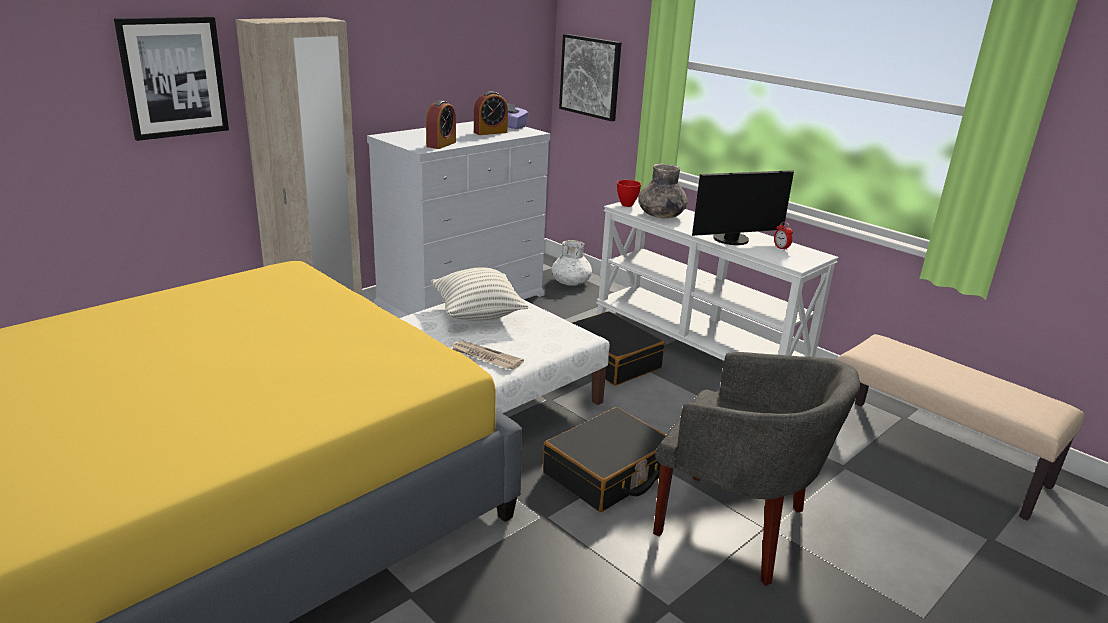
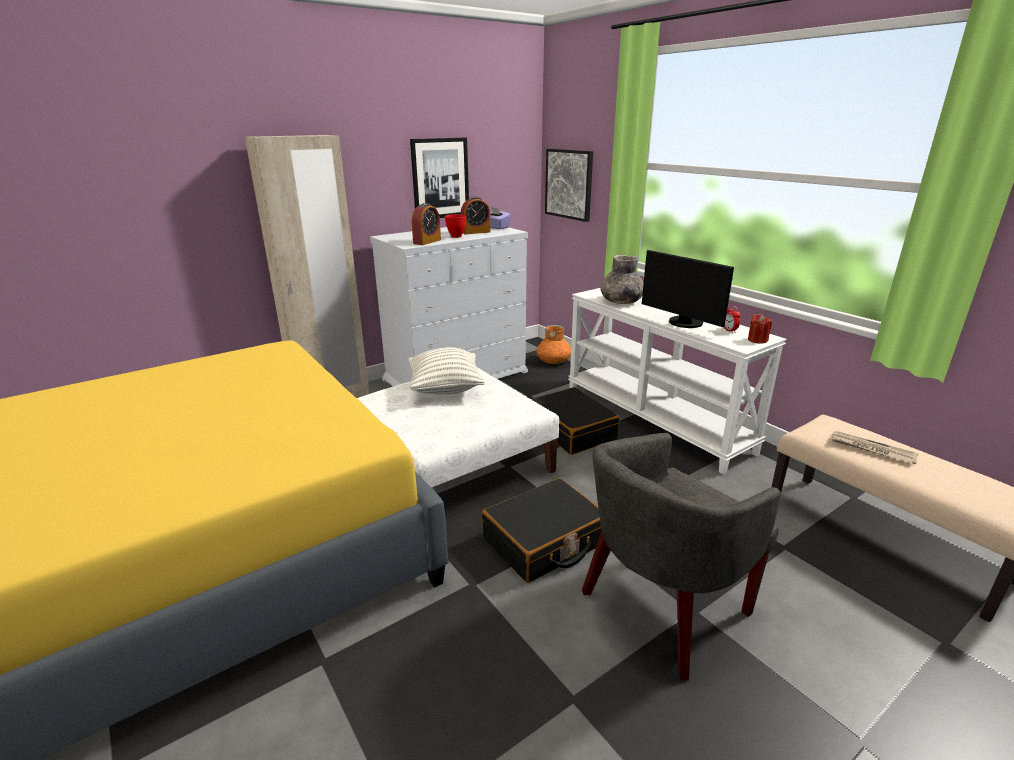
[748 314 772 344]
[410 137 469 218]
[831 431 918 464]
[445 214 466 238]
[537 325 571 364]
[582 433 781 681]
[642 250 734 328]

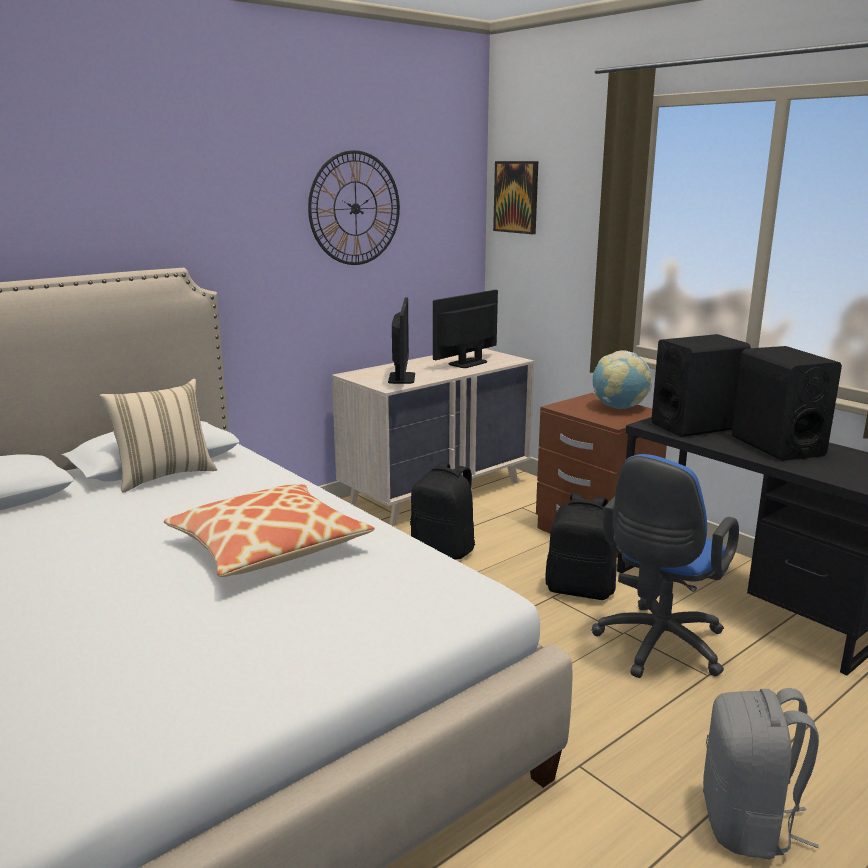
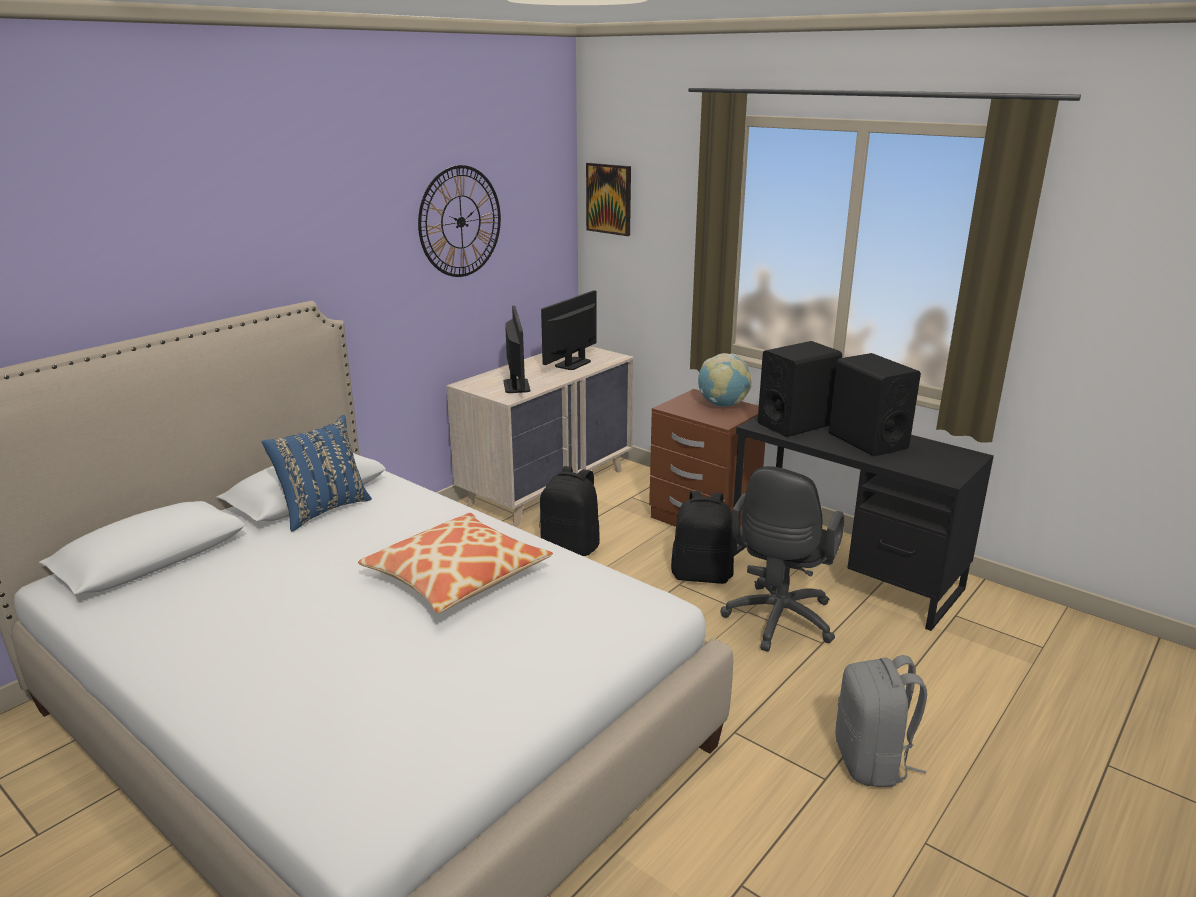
[261 415 372 531]
[721 466 844 652]

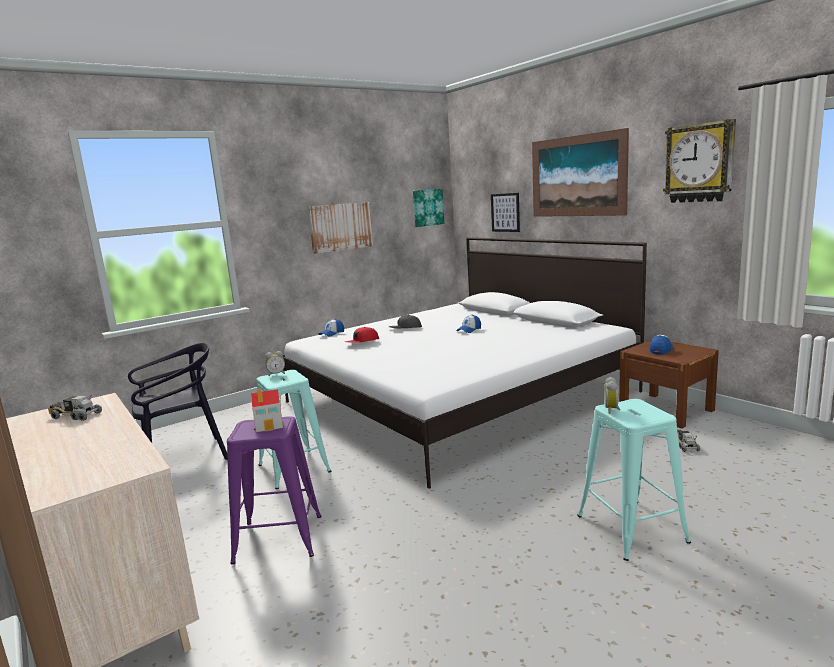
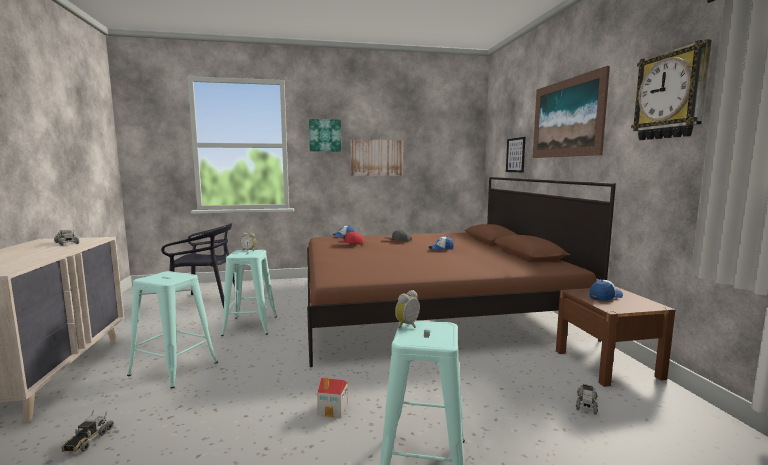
[61 410 114 453]
[317 377 348 417]
[309 119 341 152]
[127 271 218 388]
[307 177 616 367]

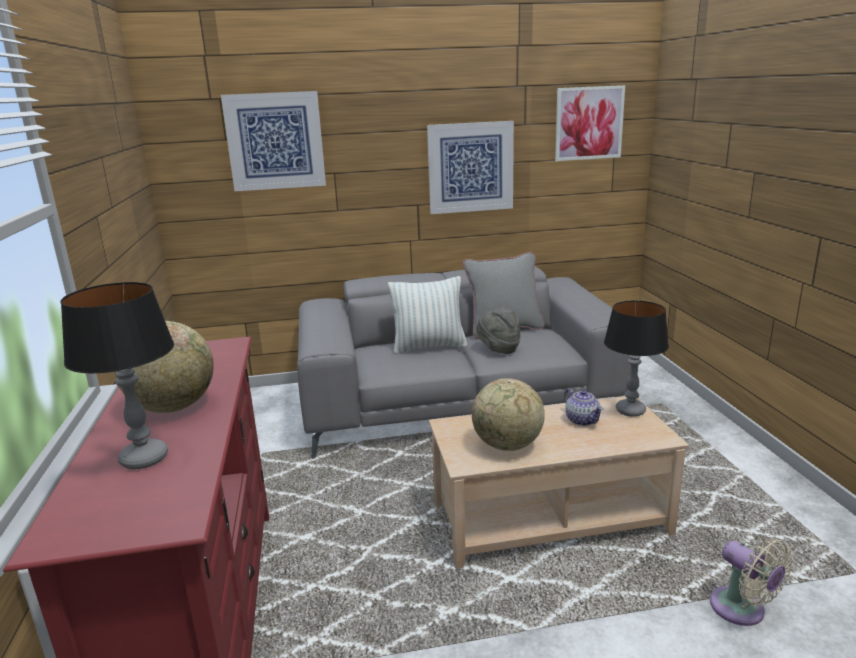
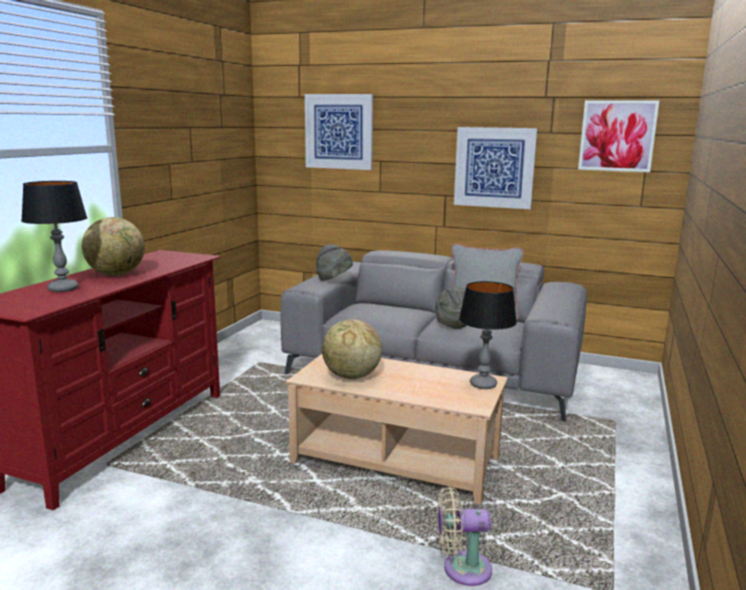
[388 276 468 354] (first image)
[564 388 603 426] (first image)
[316 244 353 281]
[437 487 492 586]

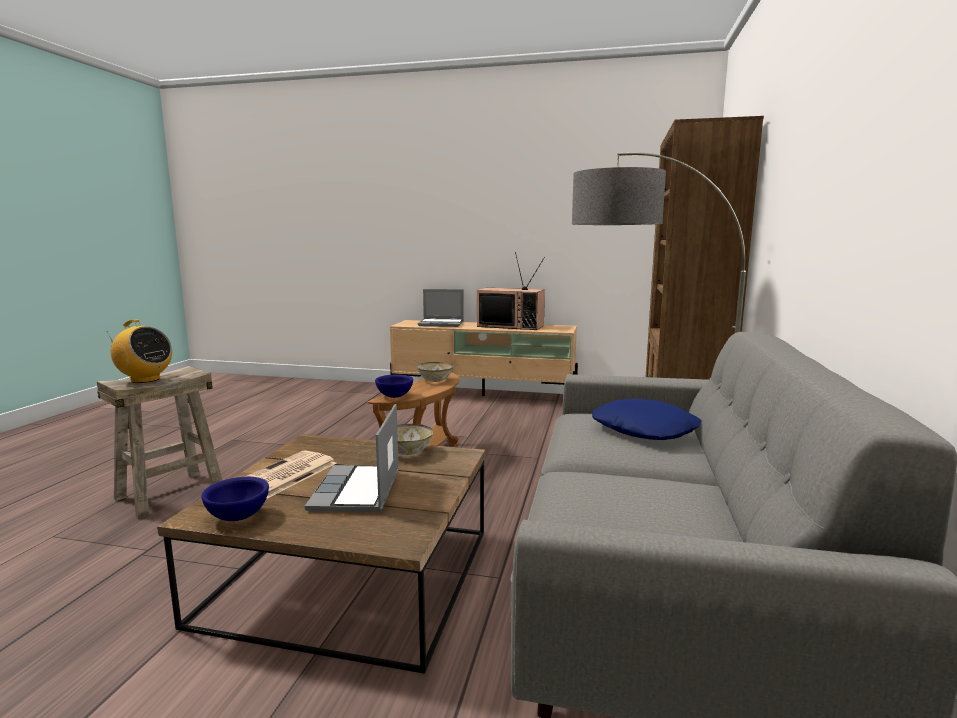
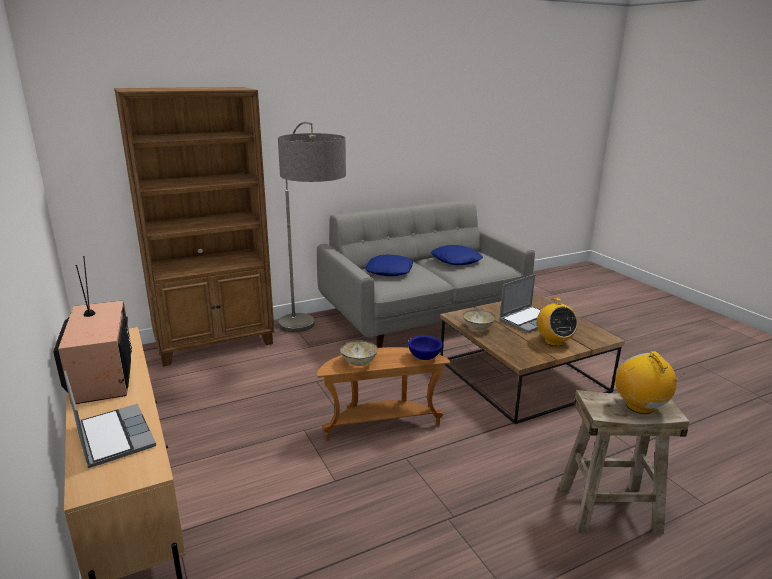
[201 477 269 521] (first image)
[431 245 483 265]
[537 298 578 346]

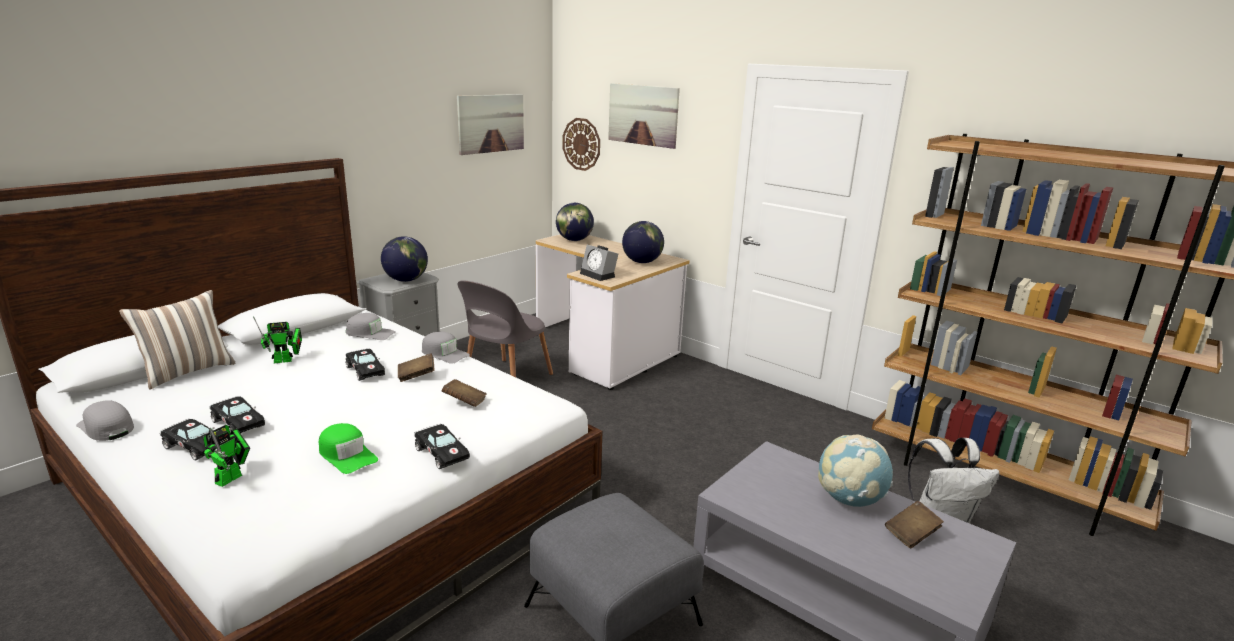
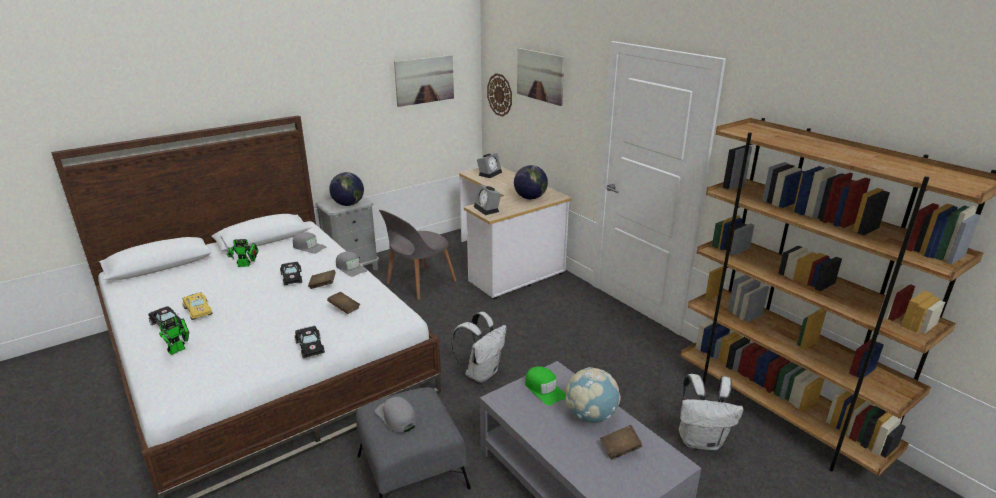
[119 290 235 390] (first image)
[451 312 507 383]
[375 397 417 433]
[525 366 566 405]
[477 153 502 178]
[182 292 212 320]

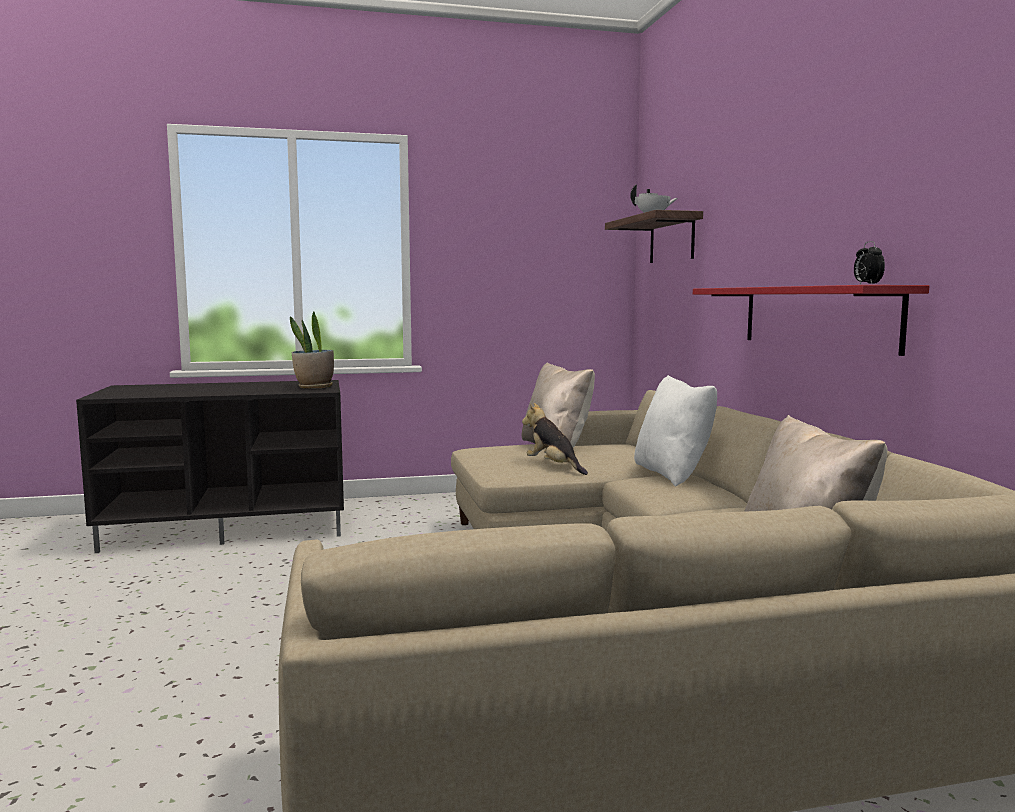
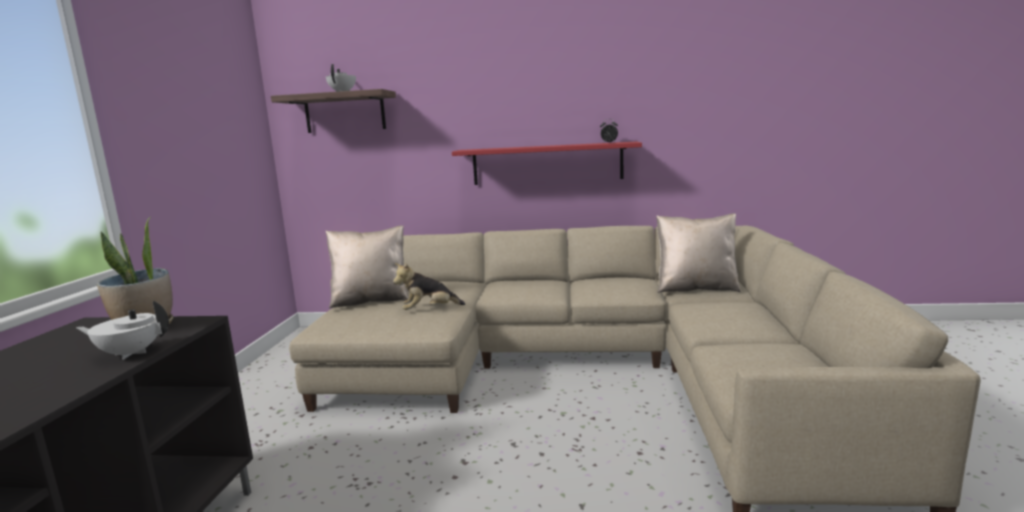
[634 375 717 487] (first image)
[76 301 169 360]

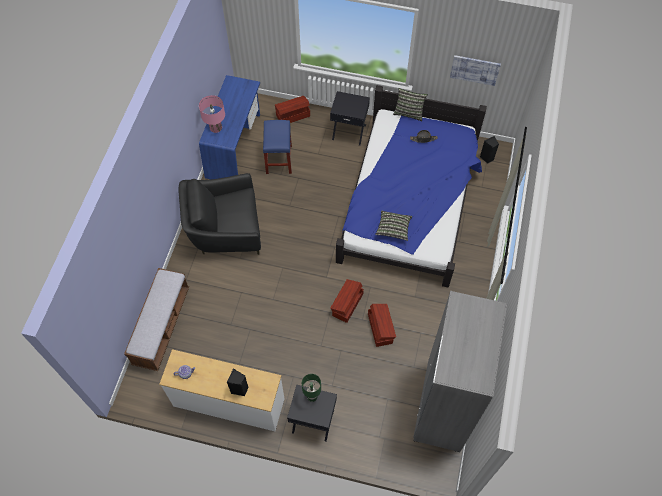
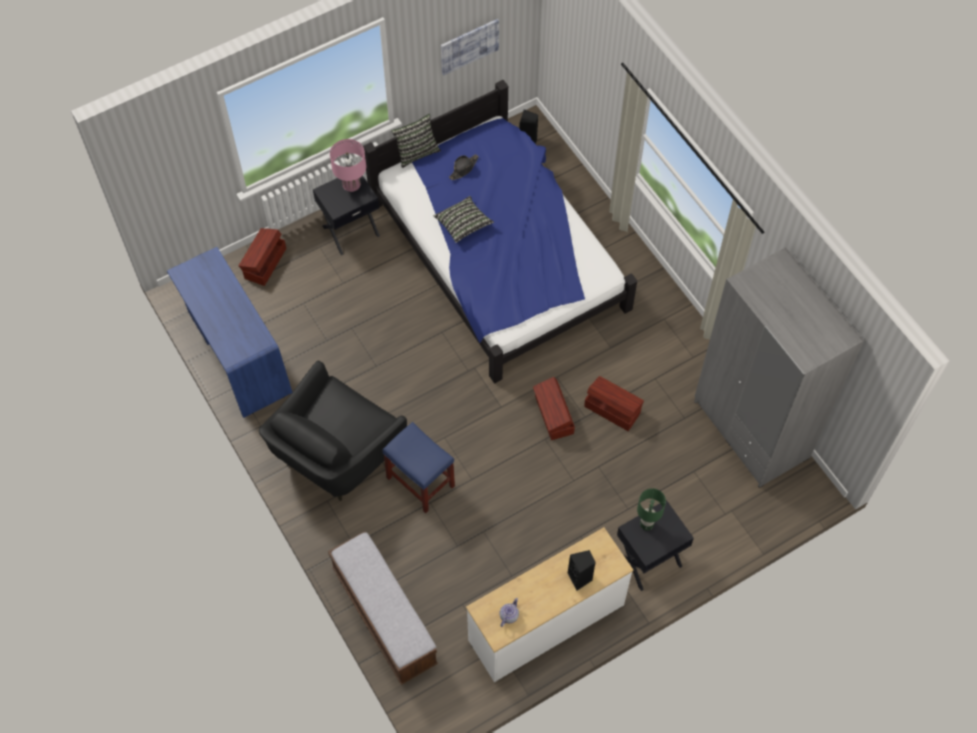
[330 139 366 192]
[383 422 455 513]
[434 196 494 243]

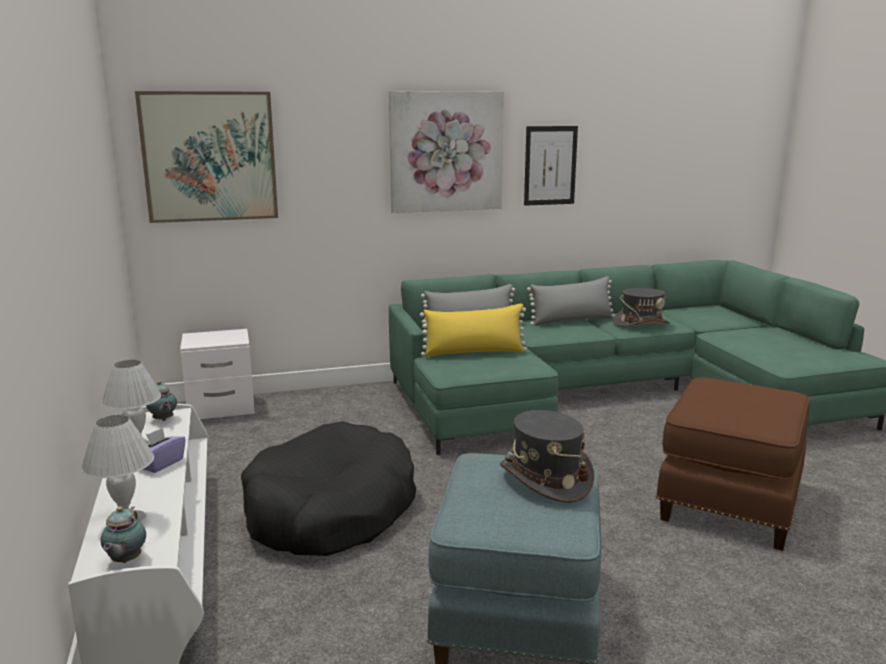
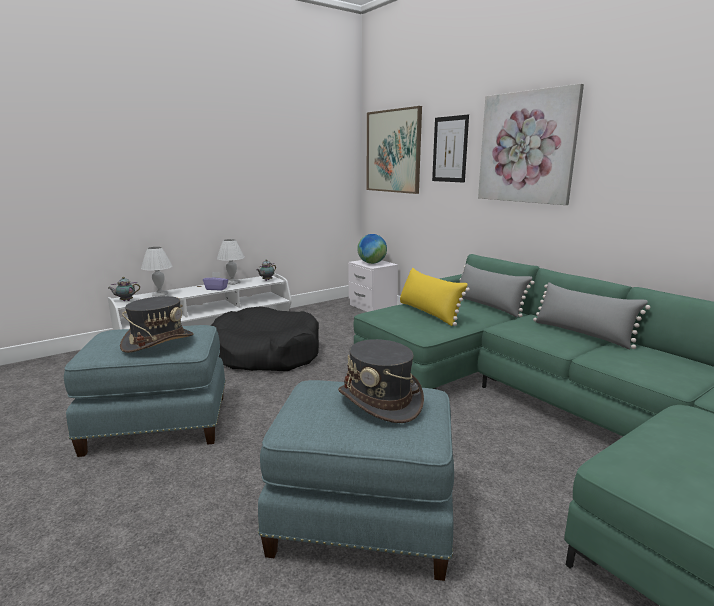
[357 234 387 264]
[432 114 469 183]
[338 339 424 423]
[258 380 454 581]

